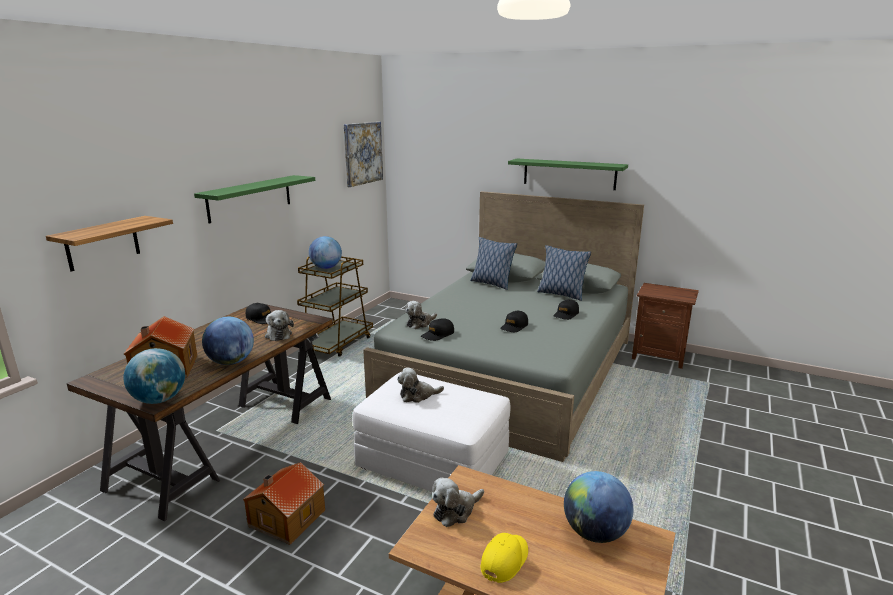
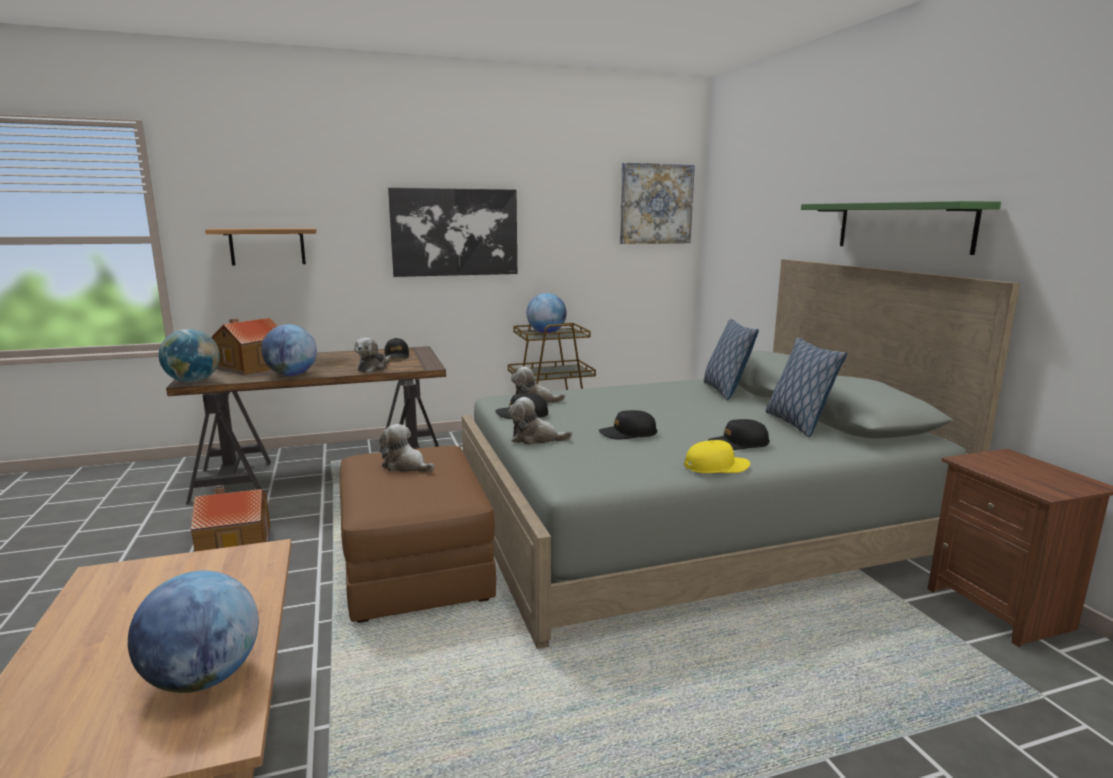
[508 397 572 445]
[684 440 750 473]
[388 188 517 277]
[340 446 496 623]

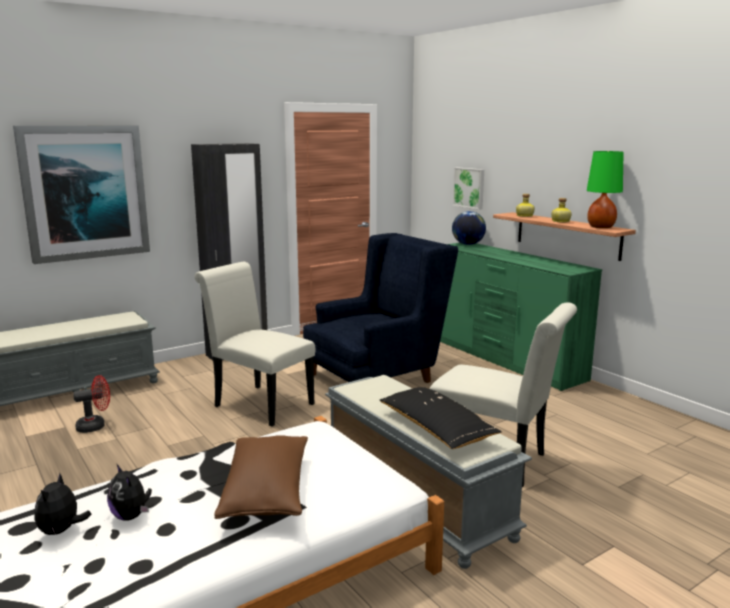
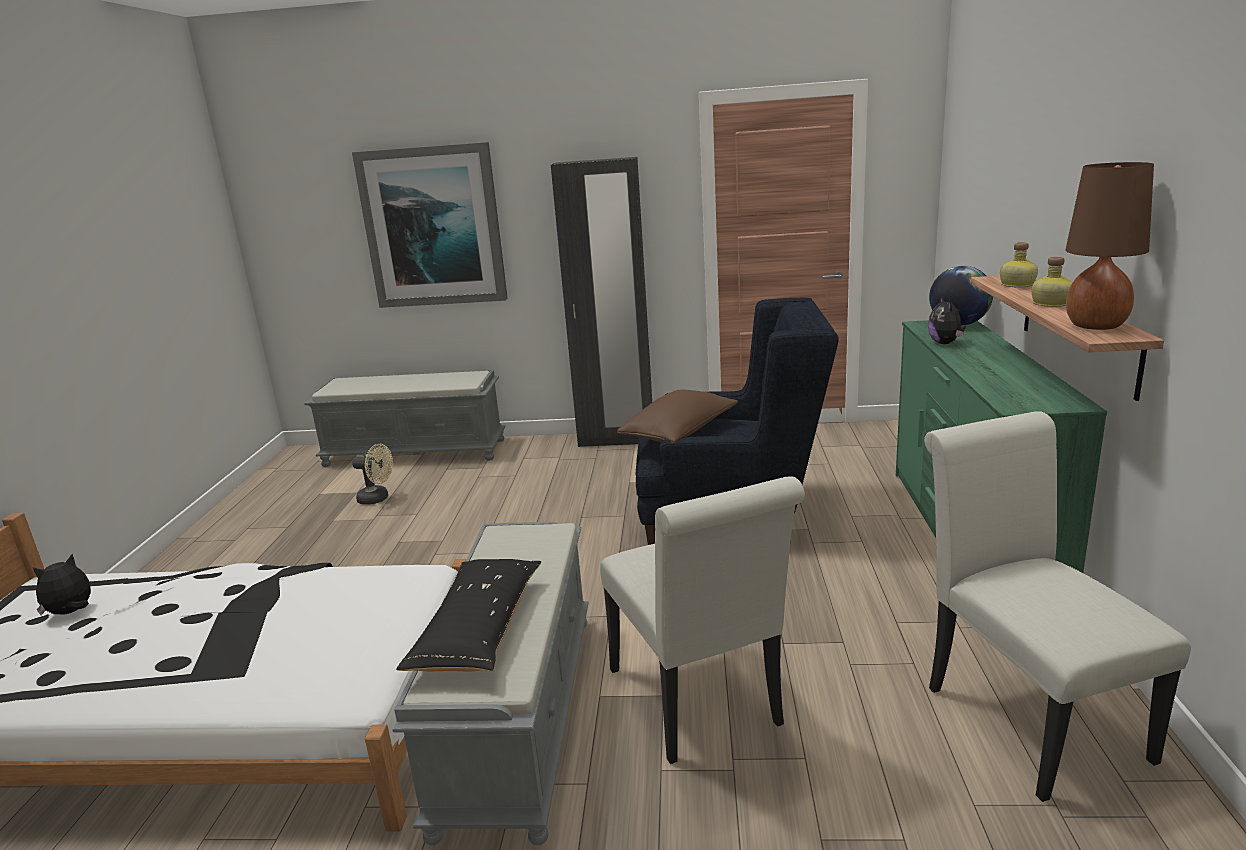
[453 167 484 210] (first image)
[928 296 966 344]
[924 411 1191 802]
[617 390 738 443]
[352 444 393 505]
[1065 162 1154 330]

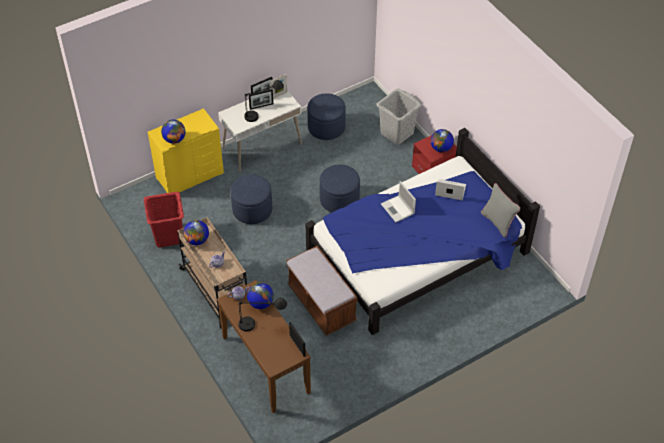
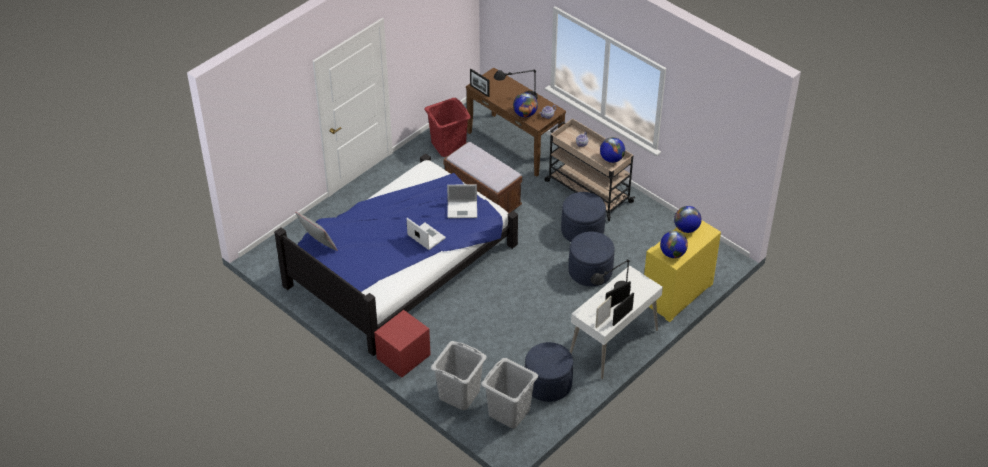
[481 358 538 429]
[424 98 471 157]
[561 192 606 242]
[660 231 688 258]
[447 184 477 218]

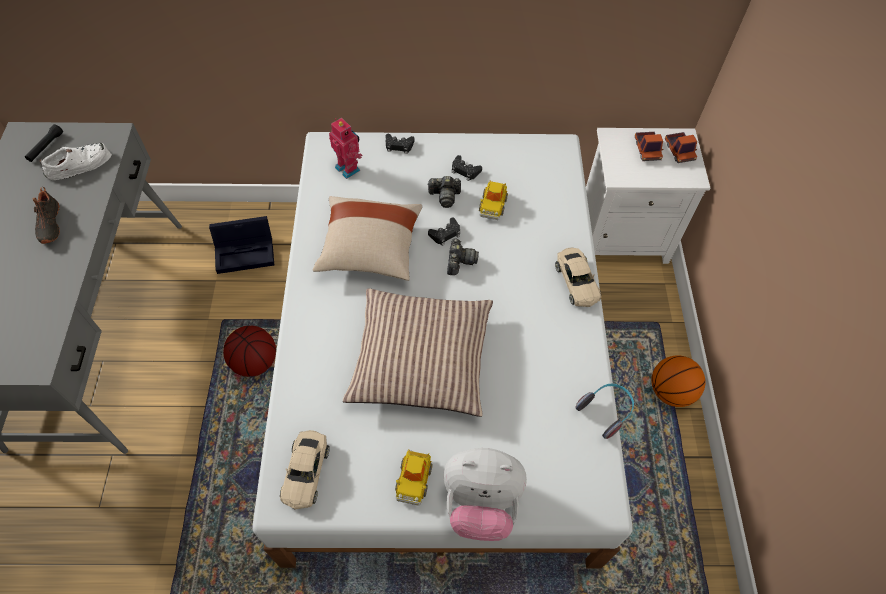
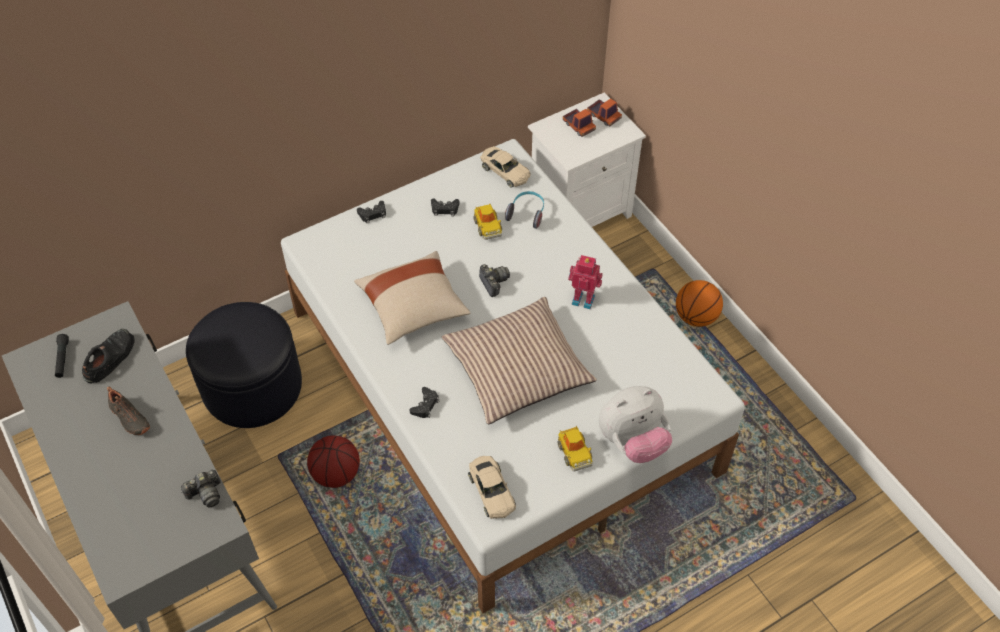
[568 255 603 309]
[181 470 221 508]
[410 387 439 418]
[480 146 531 188]
[505 191 544 229]
[186 302 302 428]
[82 329 135 384]

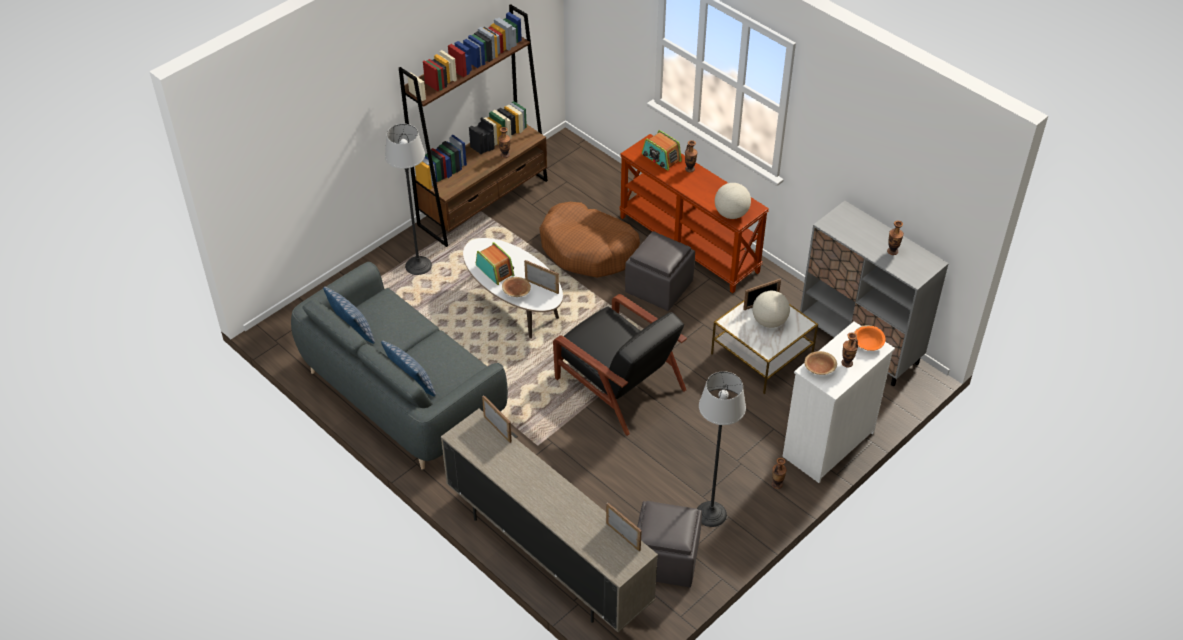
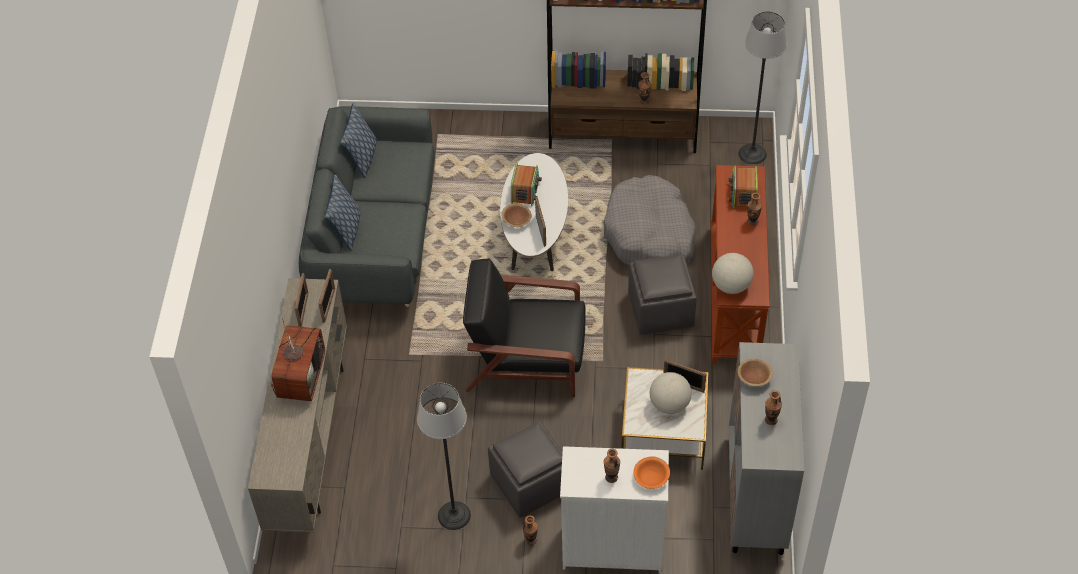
[271 317 325 401]
[739 11 787 165]
[295 274 308 327]
[488 421 563 517]
[737 359 773 386]
[604 175 696 265]
[463 258 586 397]

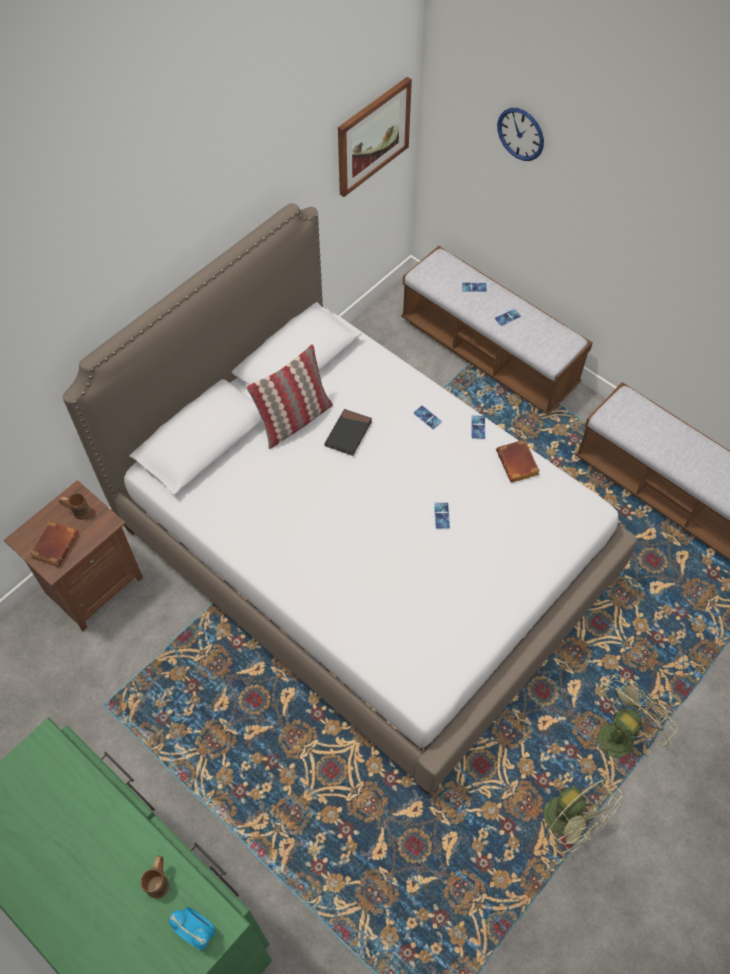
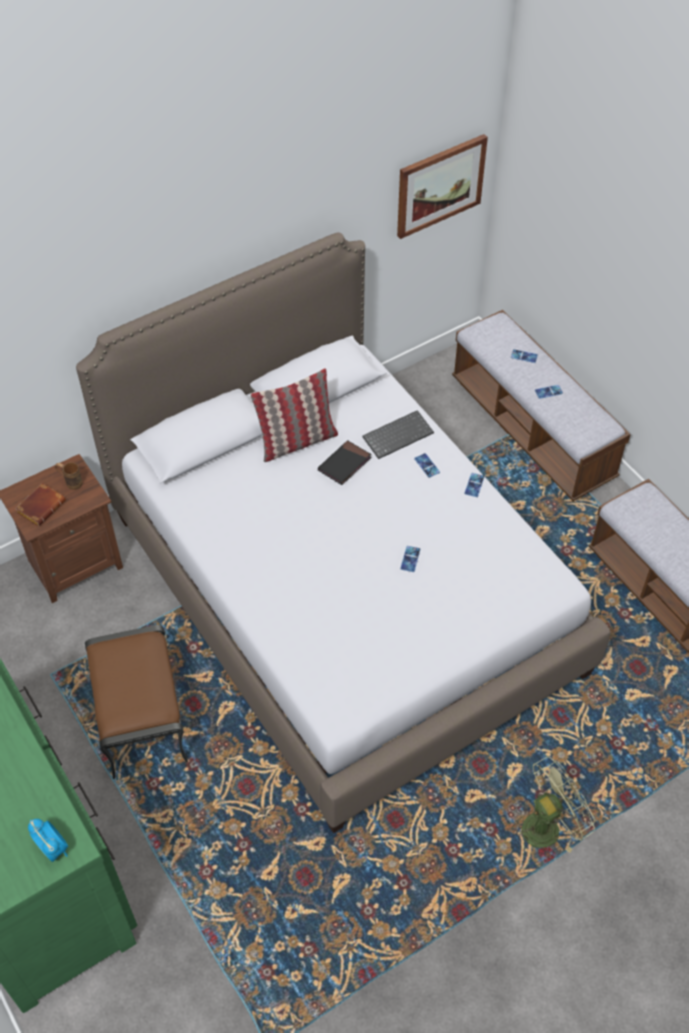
[141 856 169 898] (first image)
[496 439 540 483] (first image)
[497 108 544 161] (first image)
[543 778 622 853] (first image)
[85 625 188 779]
[362 410 434 459]

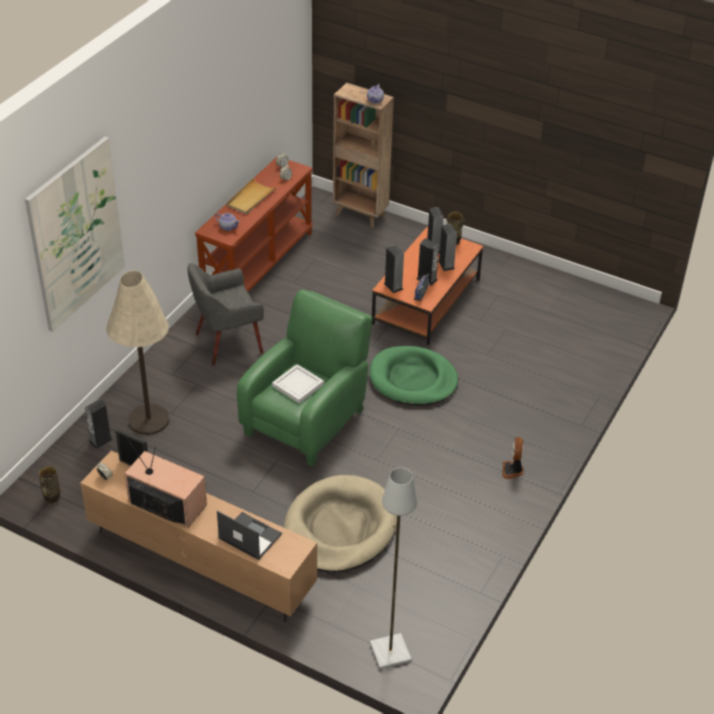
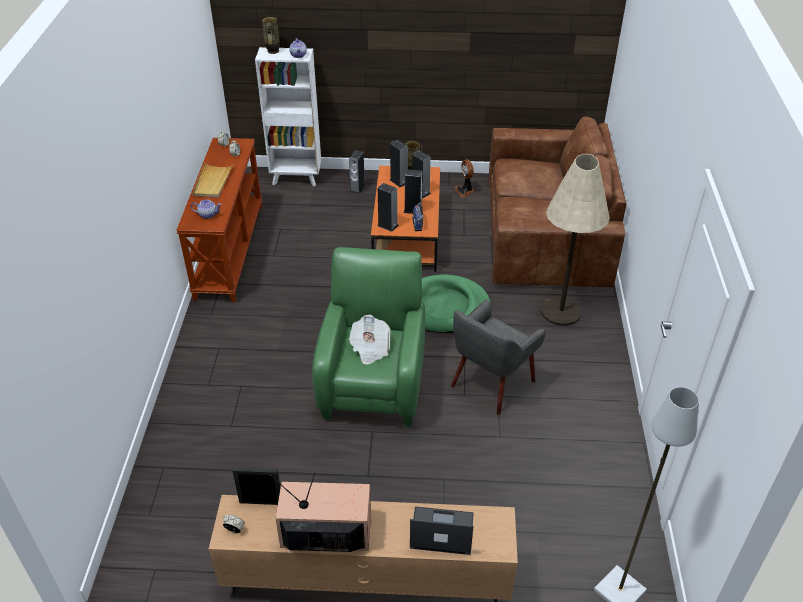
[25 137 125 332] (first image)
[284 475 397 573] (first image)
[488 117 626 287]
[262 17 280 54]
[349 150 365 194]
[541 154 610 326]
[451 299 546 415]
[454 160 474 197]
[349 315 391 365]
[255 47 321 186]

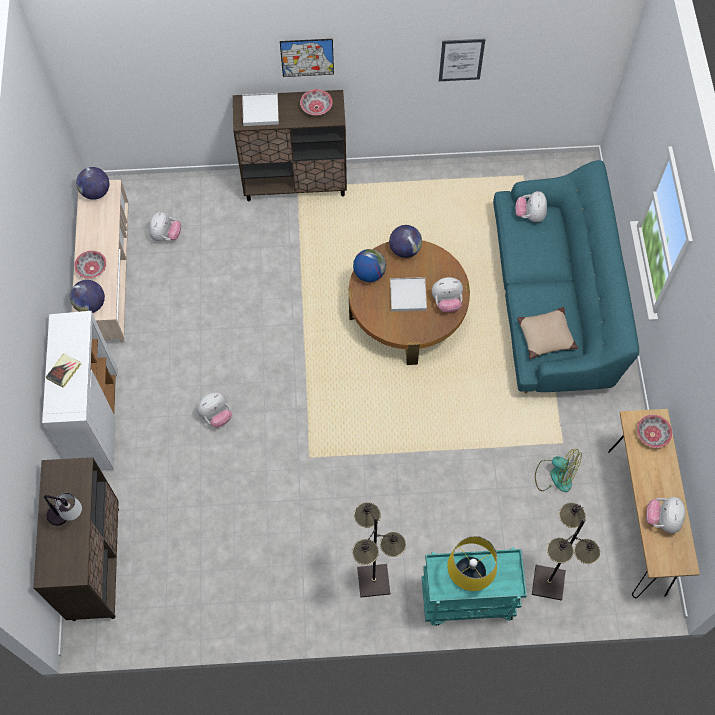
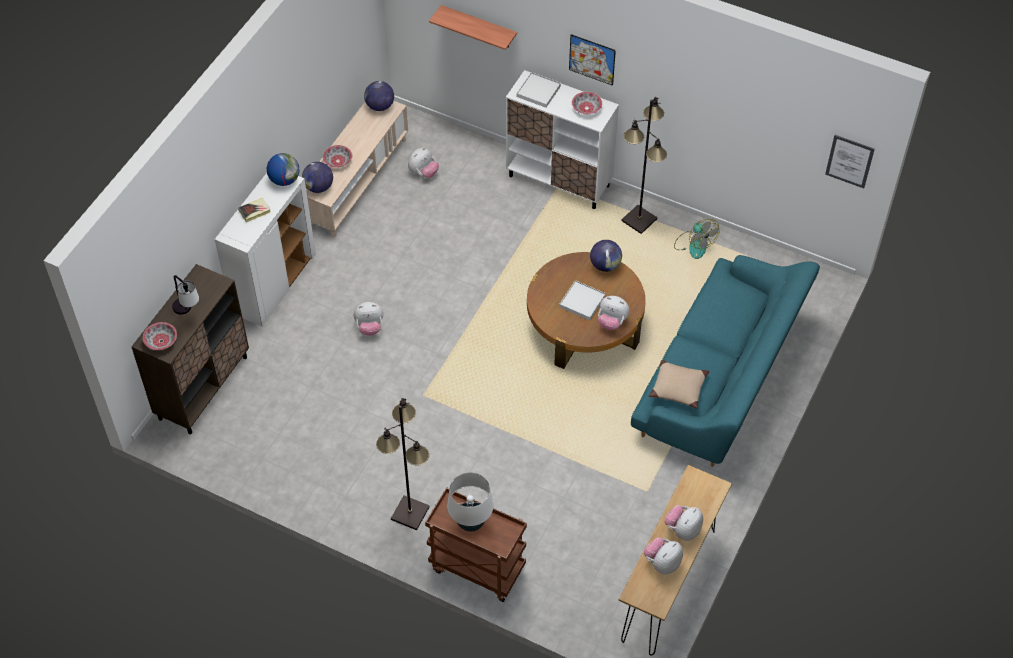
[429 5 517 50]
[267 153 300 186]
[825 135 875 188]
[664 505 703 541]
[621 97 667 234]
[674 219 720 259]
[143 322 177 350]
[506 70 619 209]
[425 487 527 602]
[447 472 493 532]

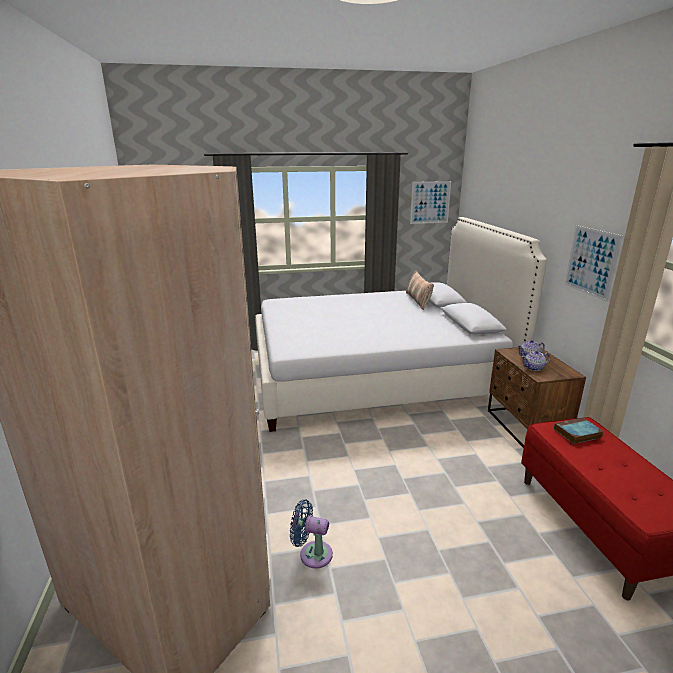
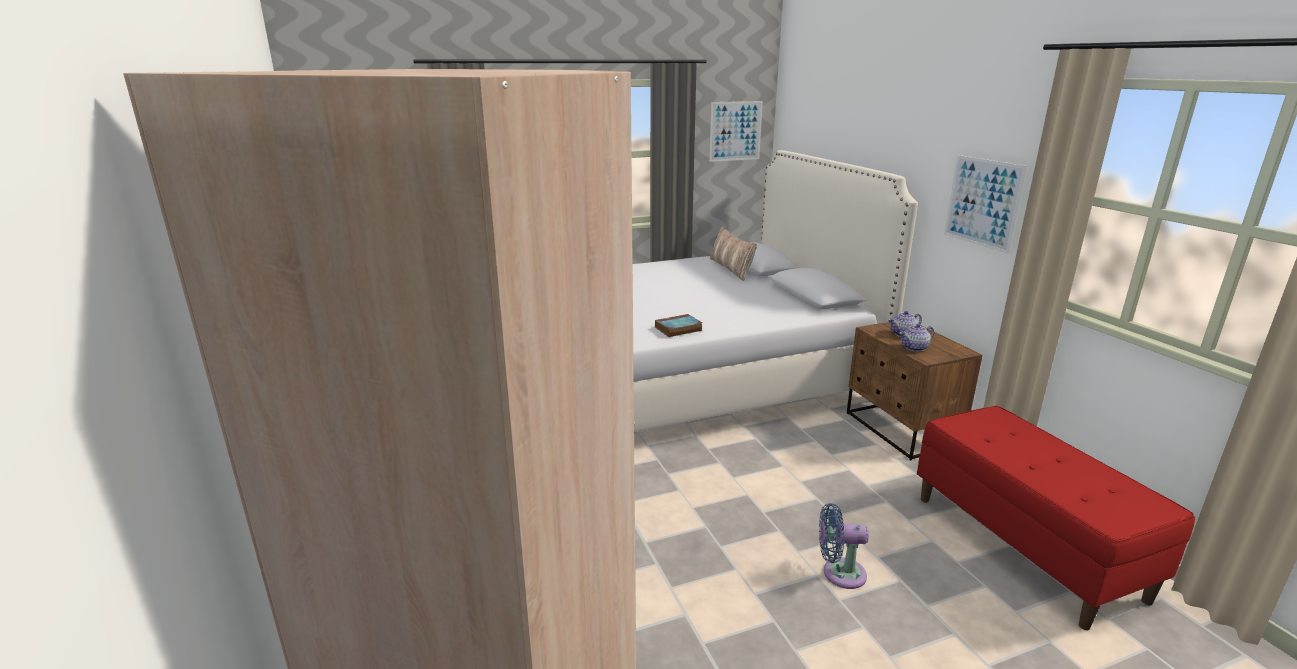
[819 503 869 589]
[655 314 703 337]

